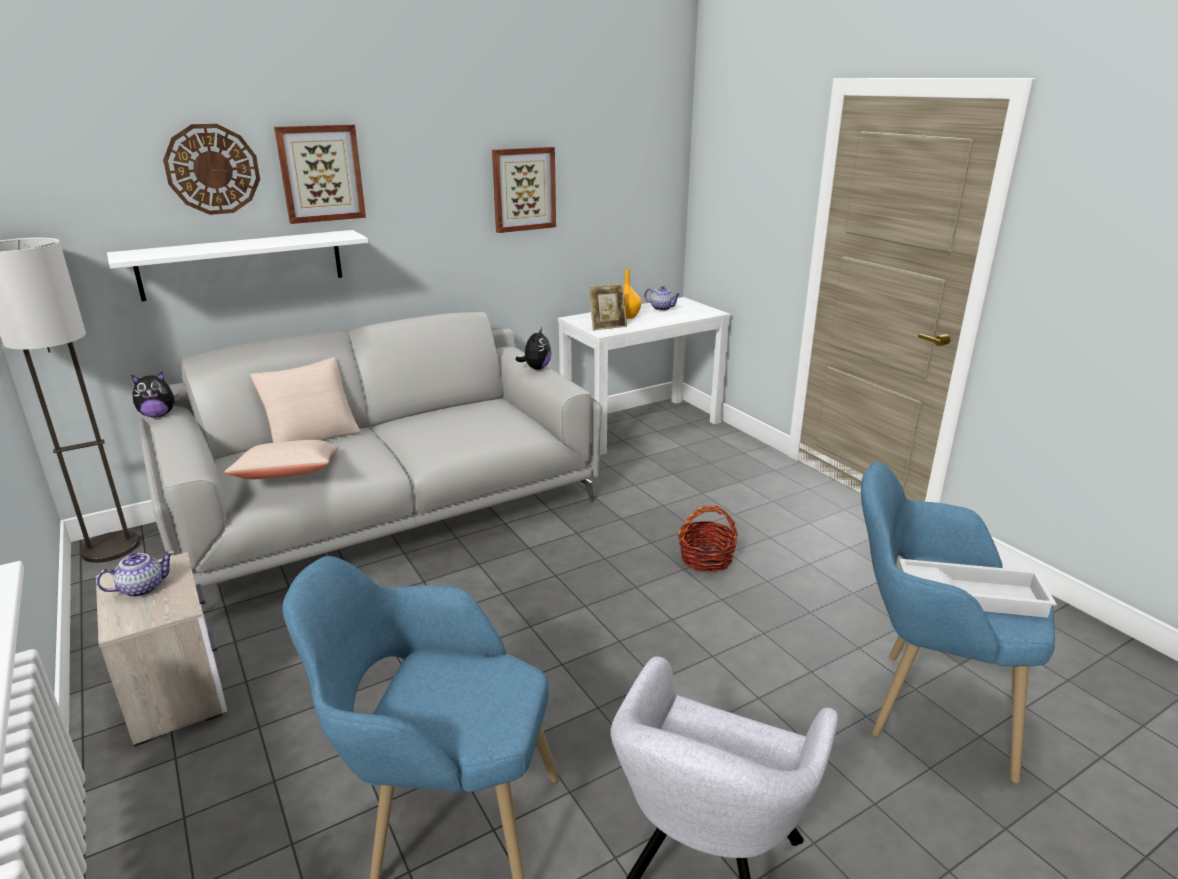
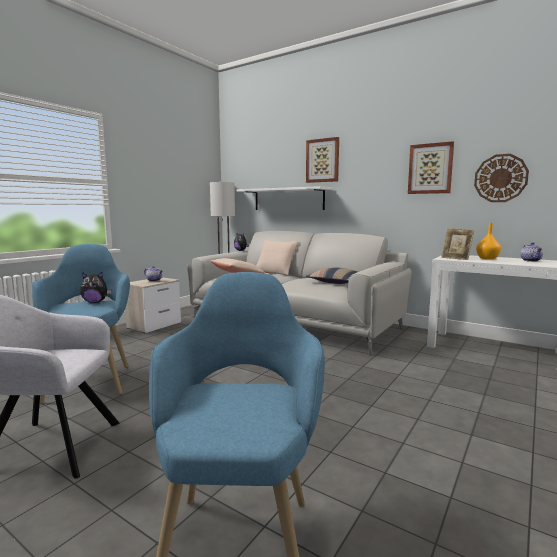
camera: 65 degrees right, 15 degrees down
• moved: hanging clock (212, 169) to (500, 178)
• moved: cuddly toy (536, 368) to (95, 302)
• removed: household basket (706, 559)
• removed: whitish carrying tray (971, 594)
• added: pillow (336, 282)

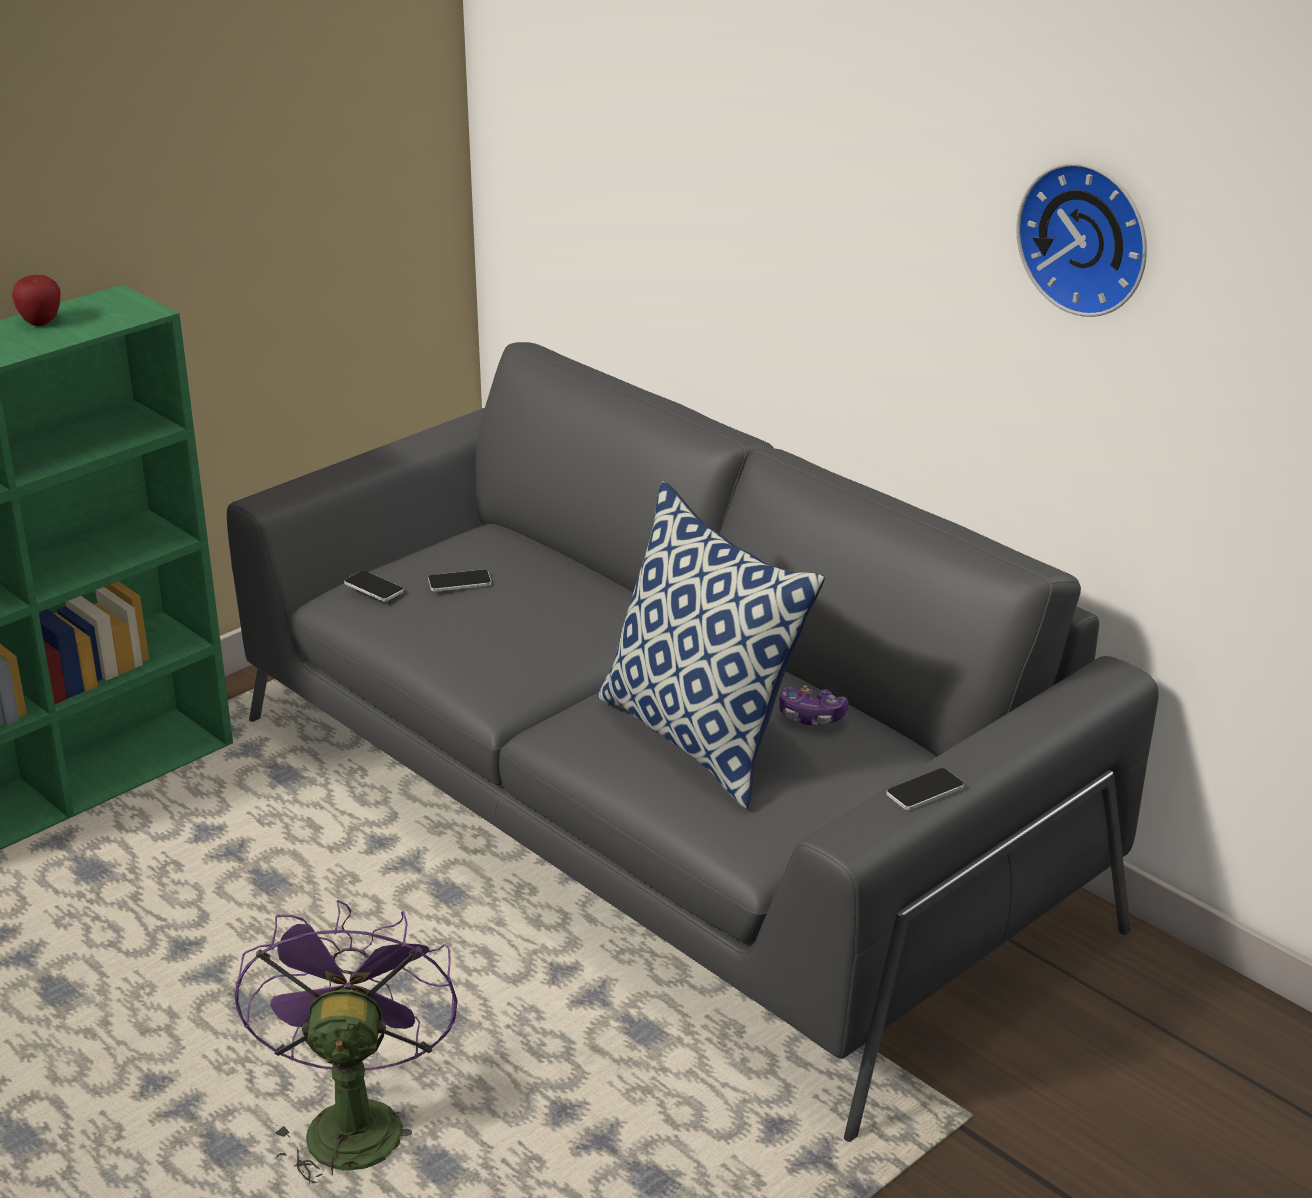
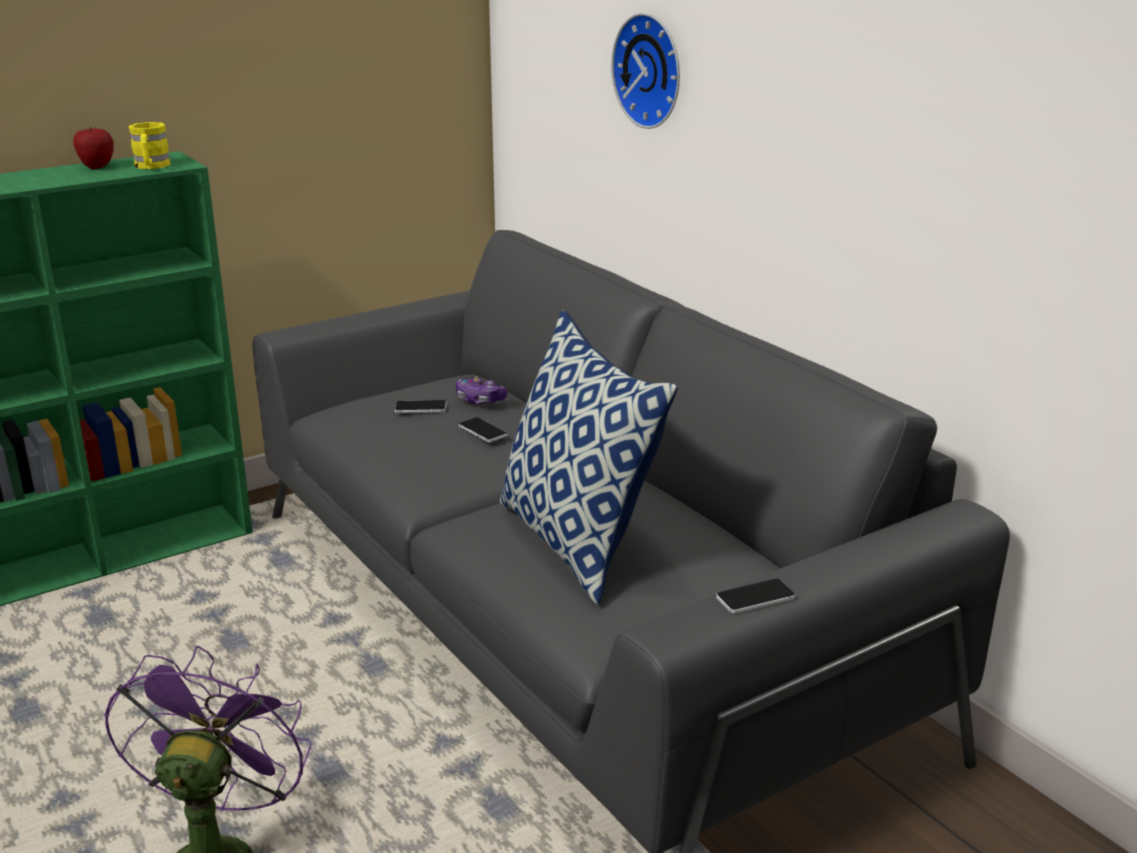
camera: 10 degrees right, 5 degrees down
• moved: hanging clock (1088, 237) to (652, 70)
• moved: telephone (373, 587) to (482, 431)
• moved: game controller (811, 716) to (480, 400)
• added: yellowish mug (151, 167)

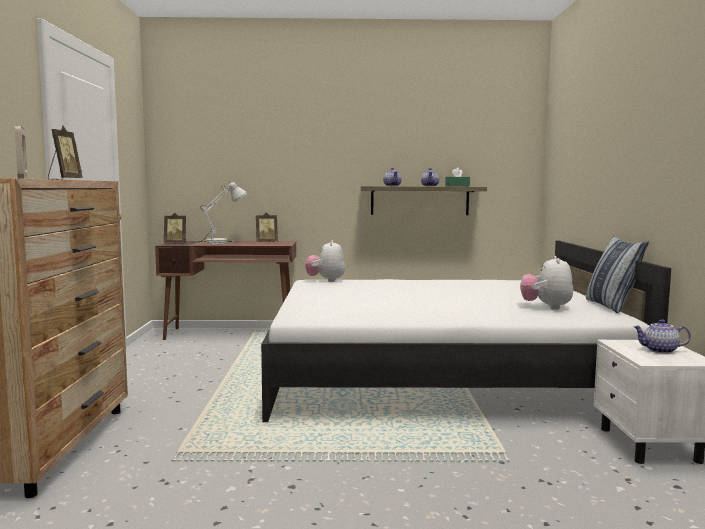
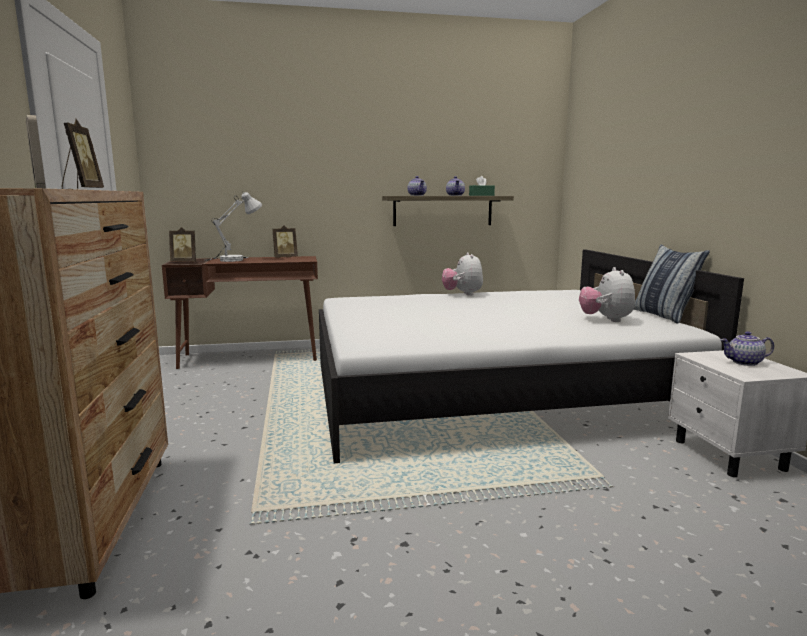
camera: 10 degrees left, 5 degrees up
• moved: cuddly toy (326, 280) to (462, 294)

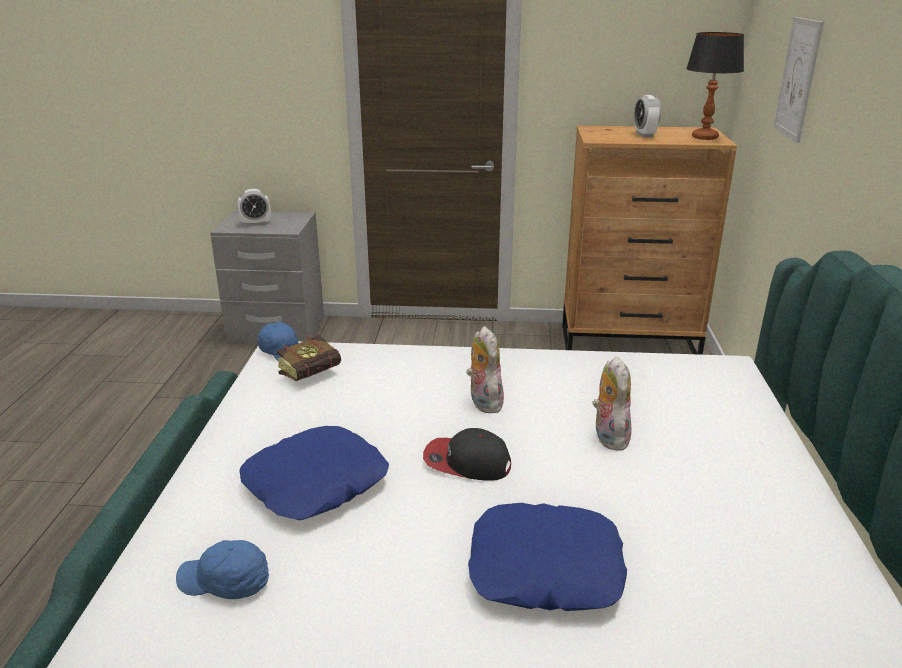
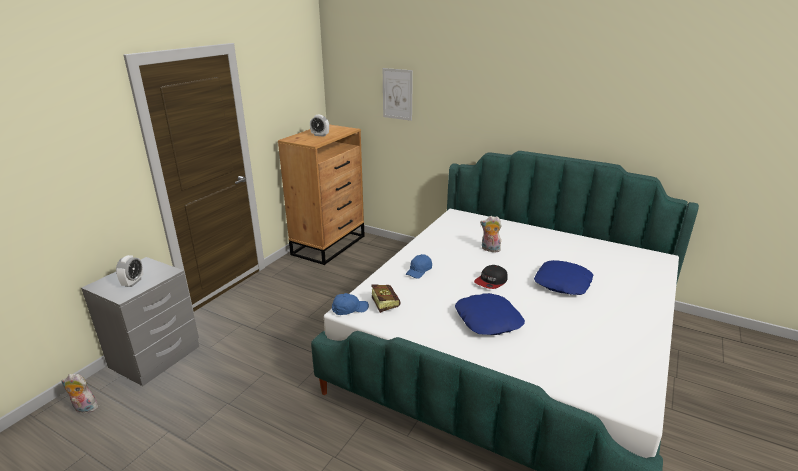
camera: 65 degrees left, 0 degrees up
• removed: tabletop lamp (704, 137)
• moved: cuddly toy (483, 402) to (84, 409)
• moved: bluish baseball cap (225, 583) to (419, 271)

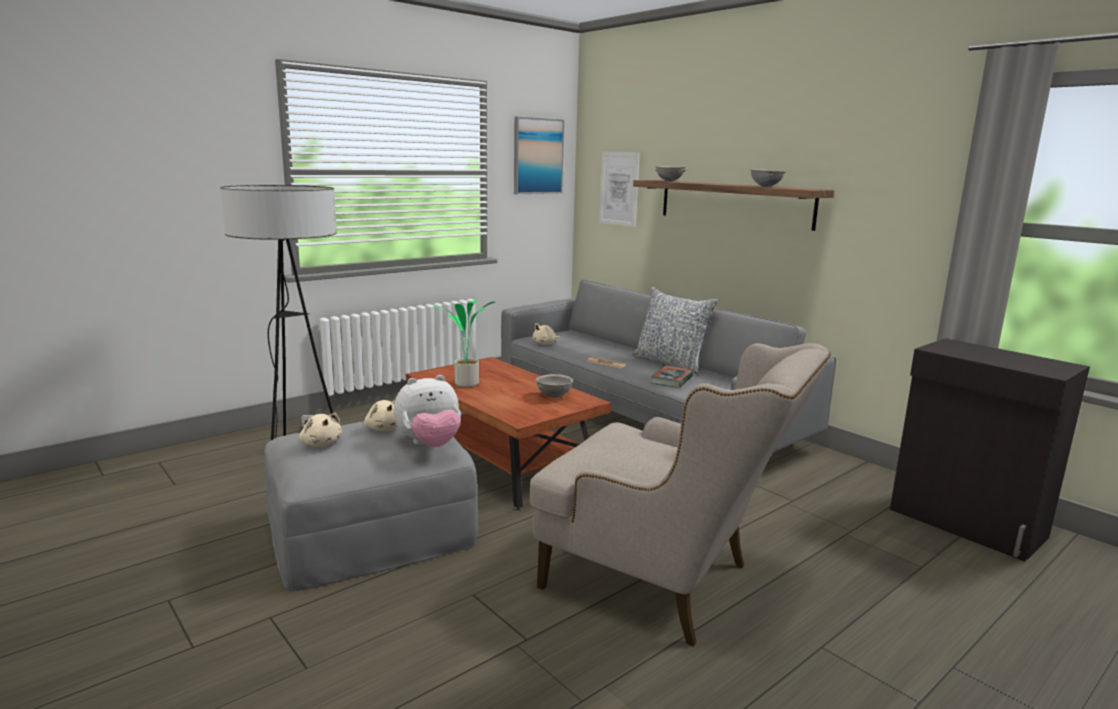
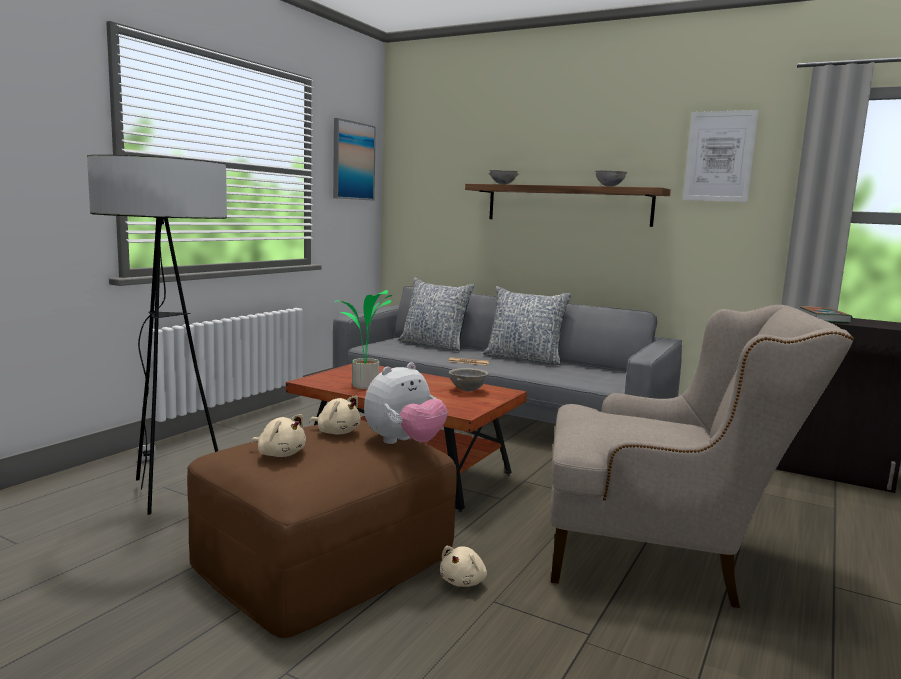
camera: 20 degrees left, 5 degrees down
• moved: wall picture (619, 188) to (719, 156)
• moved: beige cuddly toy (545, 344) to (464, 581)
• moved: book (672, 380) to (824, 318)
• recoloured: gray ottoman (371, 532) to brown ottoman (324, 558)
• added: pillow (434, 345)

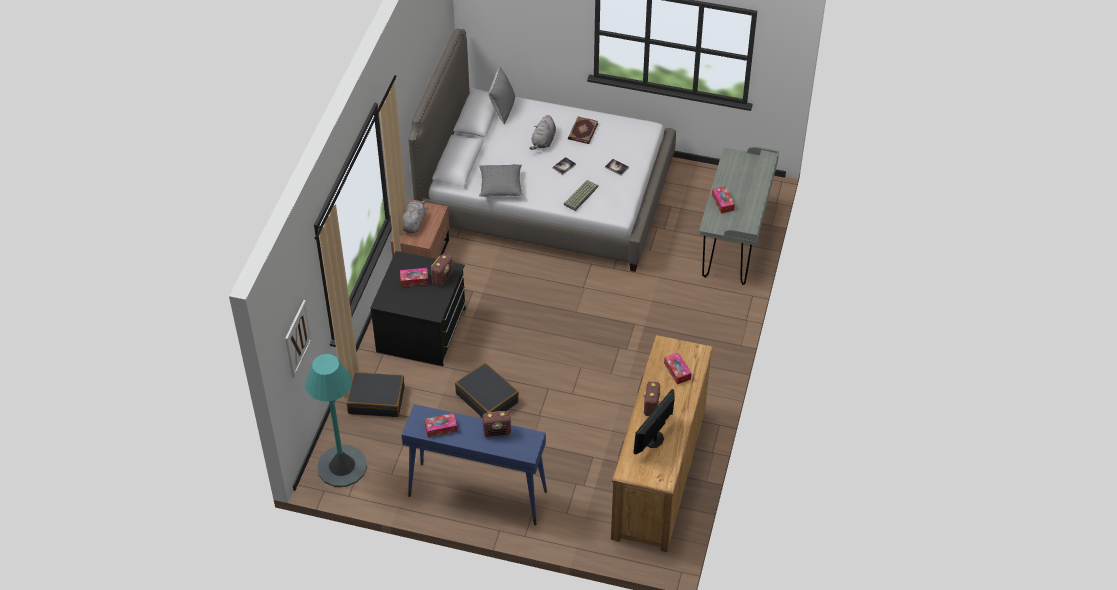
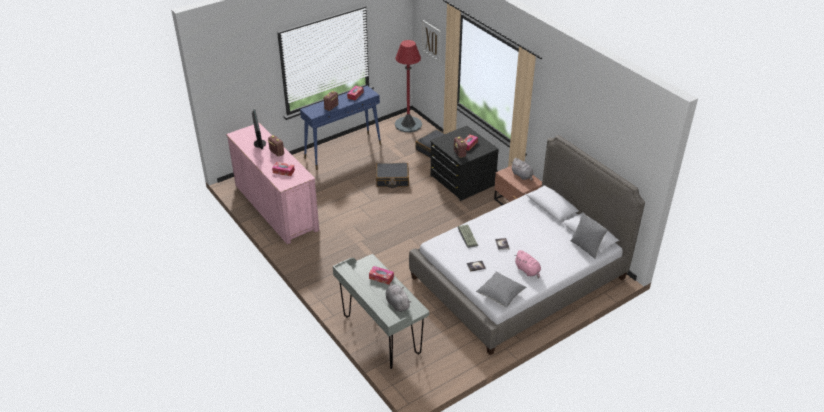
camera: 130 degrees right, 10 degrees down
• moved: gray cuddly toy (543, 141) to (397, 303)
• replaced: book (582, 131) to pinkish cuddly toy (528, 271)
• moved: gray pillow (501, 187) to (500, 295)
• recoloured: brown chest of drawers (659, 473) to pinkish chest of drawers (276, 207)
• recoloured: blue-green standard lamp (342, 466) to reddish standard lamp (408, 124)

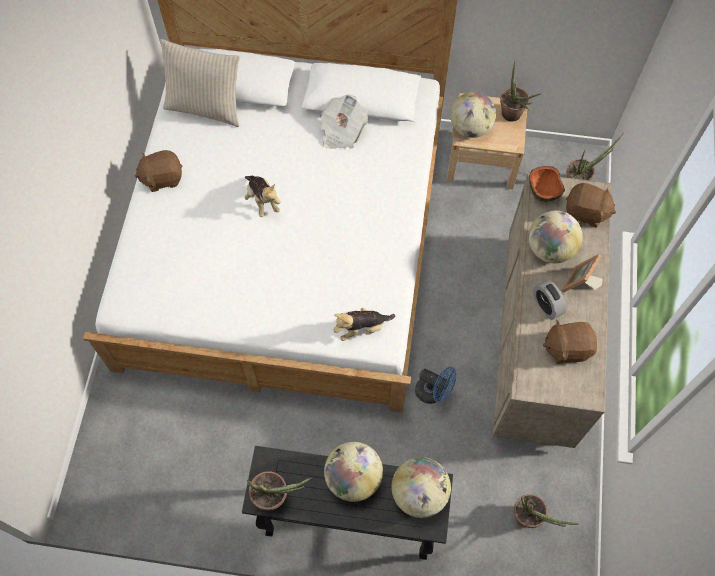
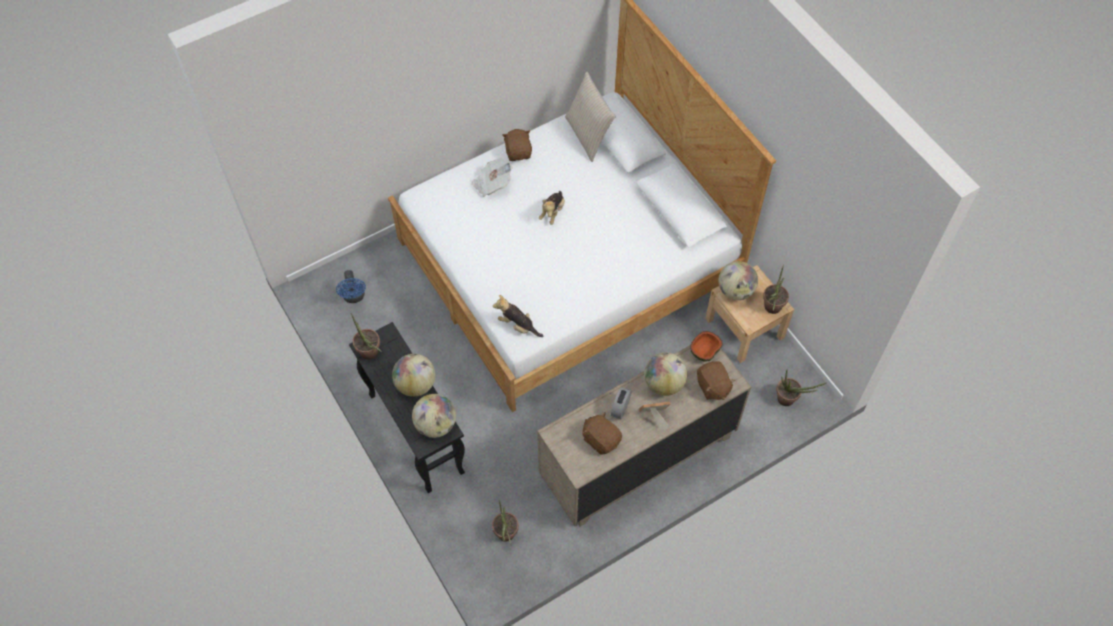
camera: 50 degrees right, 5 degrees down
• moved: printed paper (341, 131) to (492, 183)
• turned: brown cuddly toy (162, 178) = (518, 152) 45 degrees clockwise
• moved: bluish cooling fan (433, 392) to (354, 297)

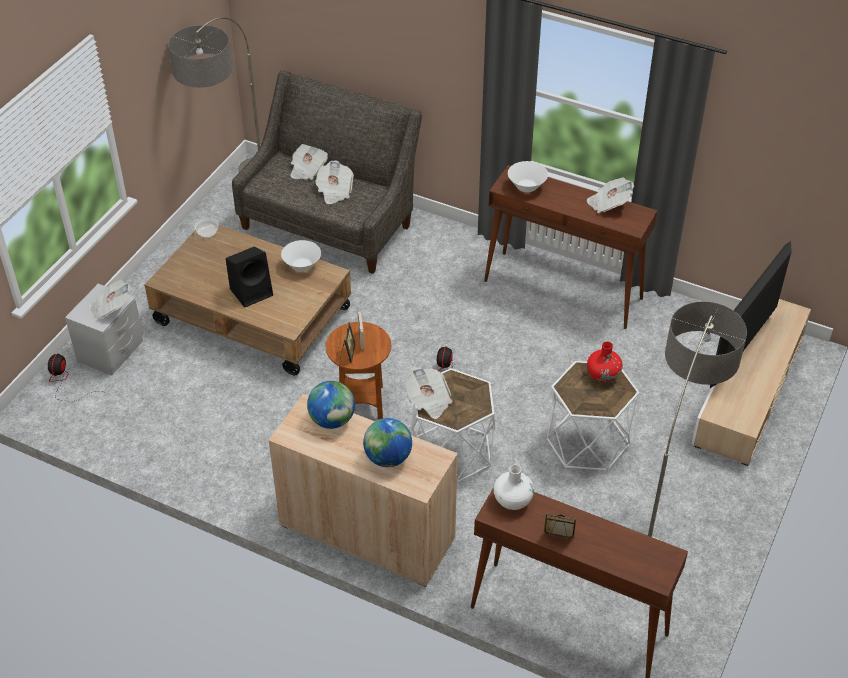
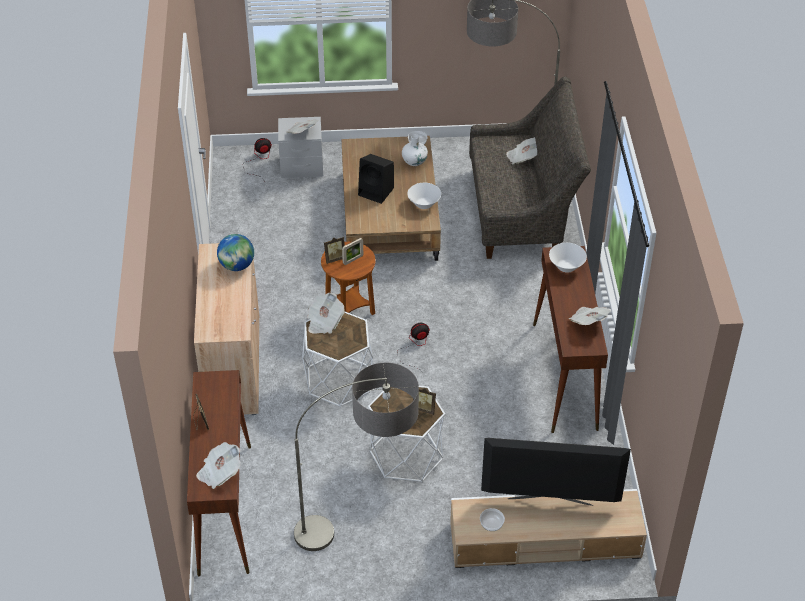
camera: 60 degrees right, 0 degrees up
• moved: printed paper (334, 191) to (219, 473)
• replaced: reddish vase (603, 375) to picture frame (424, 408)
• removed: desk globe (388, 458)
• moved: whitish vase (512, 500) to (414, 161)
• added: deep dish (491, 523)

